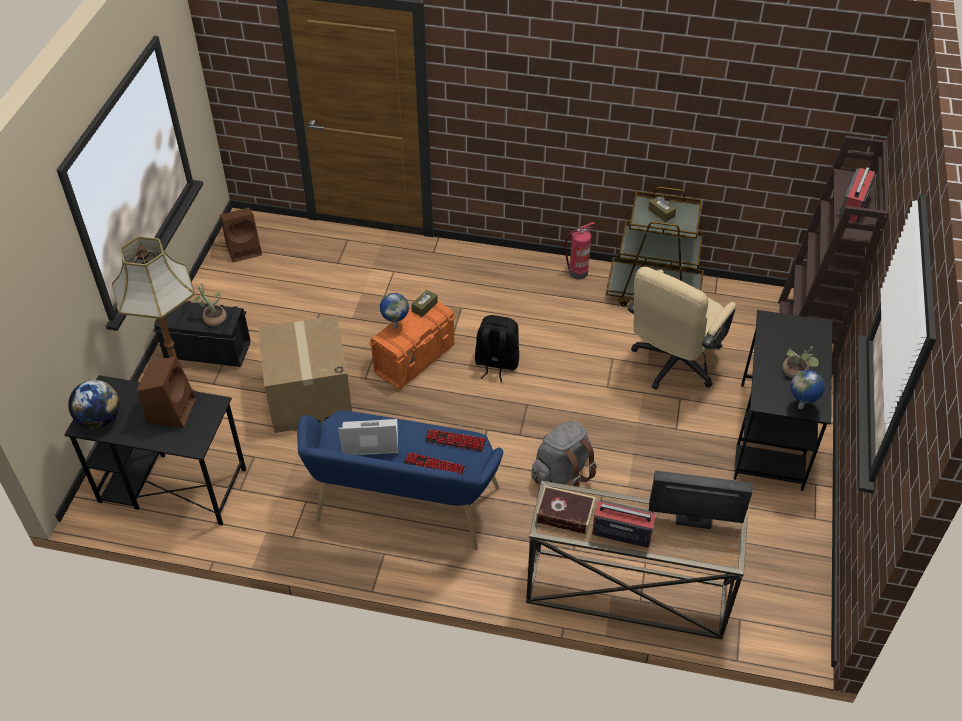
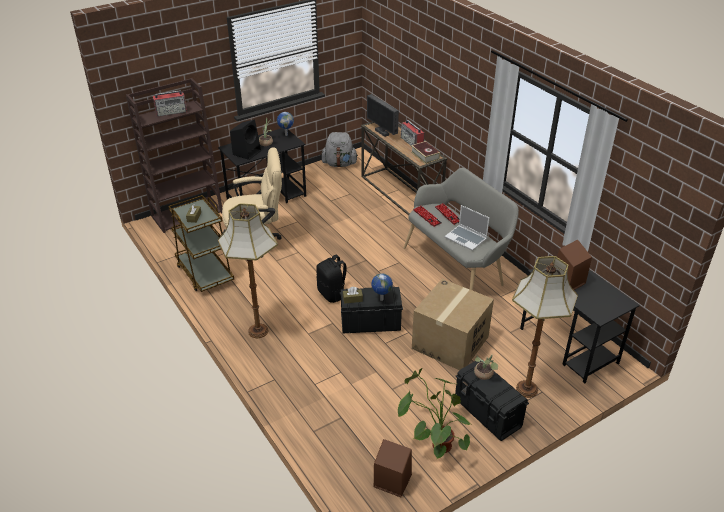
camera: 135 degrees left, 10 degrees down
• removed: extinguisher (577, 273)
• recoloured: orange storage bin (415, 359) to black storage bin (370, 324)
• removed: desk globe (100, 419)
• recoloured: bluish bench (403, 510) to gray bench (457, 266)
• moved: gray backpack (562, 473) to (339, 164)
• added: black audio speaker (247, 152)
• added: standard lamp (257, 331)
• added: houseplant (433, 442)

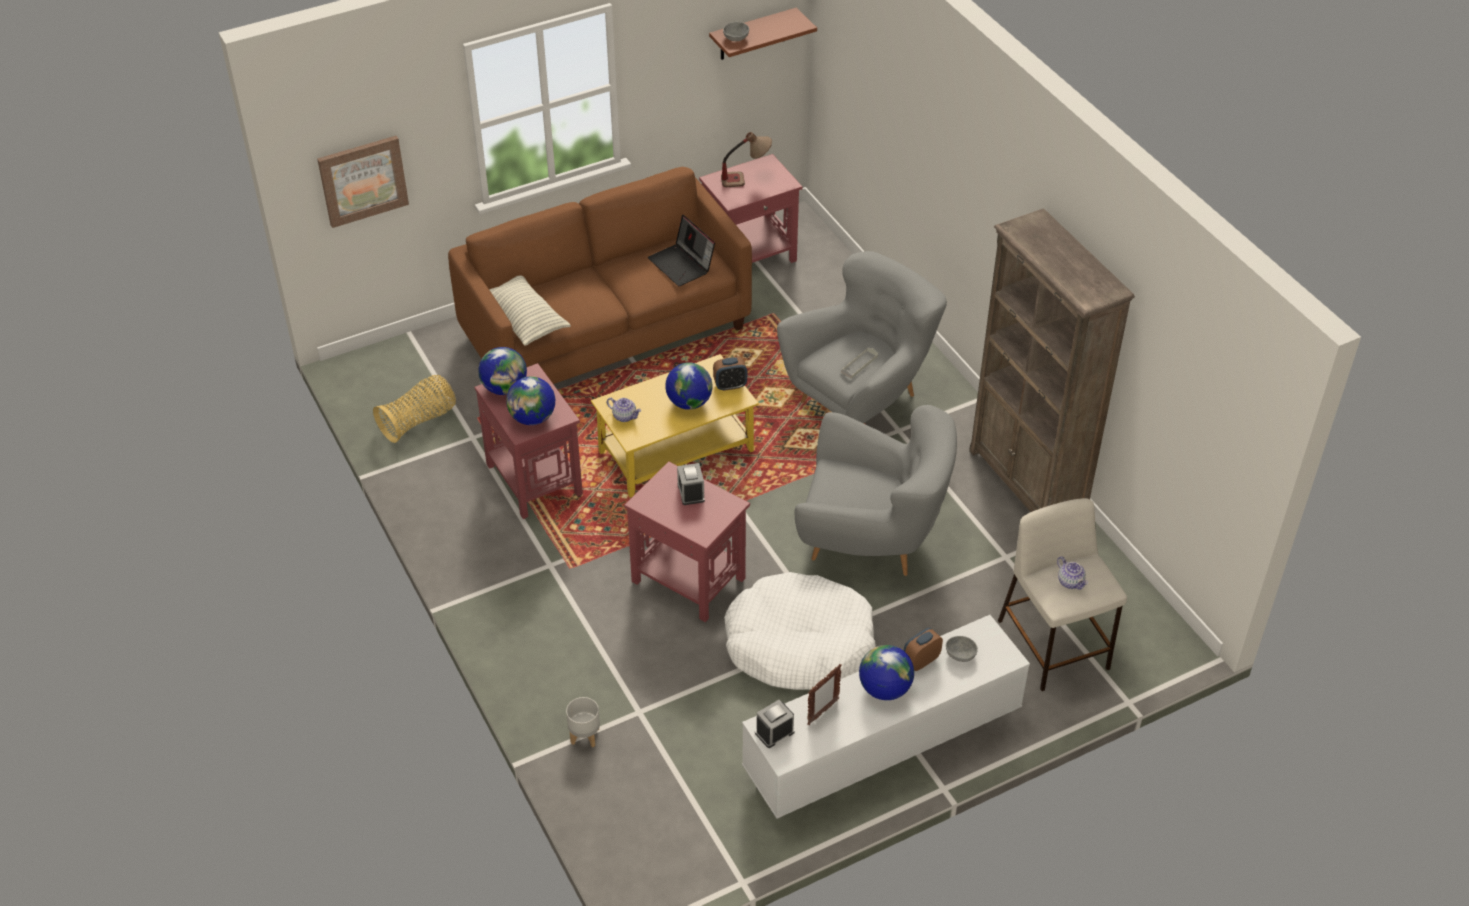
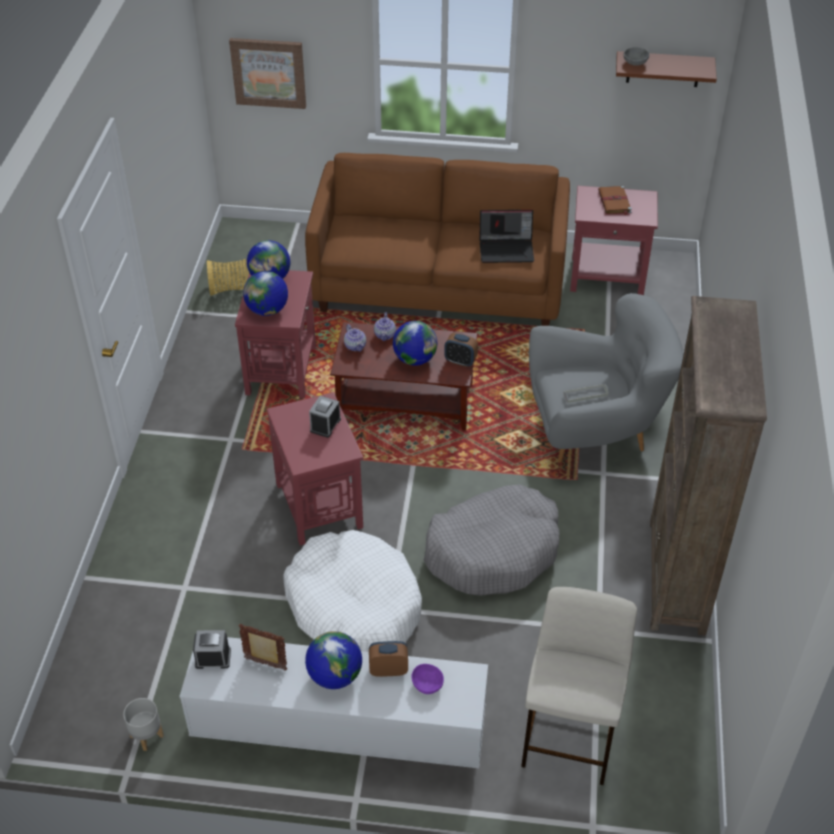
camera: 35 degrees right, 0 degrees up
• replaced: tabletop lamp (746, 179) to brown book (614, 202)
• turned: laptop (682, 265) = (507, 249) 90 degrees counterclockwise
• removed: pillow (524, 320)
• recoloured: yellowish low table (677, 450) to brown low table (406, 400)
• replaced: gray armchair (870, 539) to gray pet bed (493, 551)
• moved: tea pot (1071, 582) to (385, 335)
• recoloured: gray deep dish (960, 654) to purplish deep dish (427, 684)
• turned: picture frame (822, 712) = (266, 664) 150 degrees counterclockwise
• moved: gray flower pot (584, 736) to (146, 735)

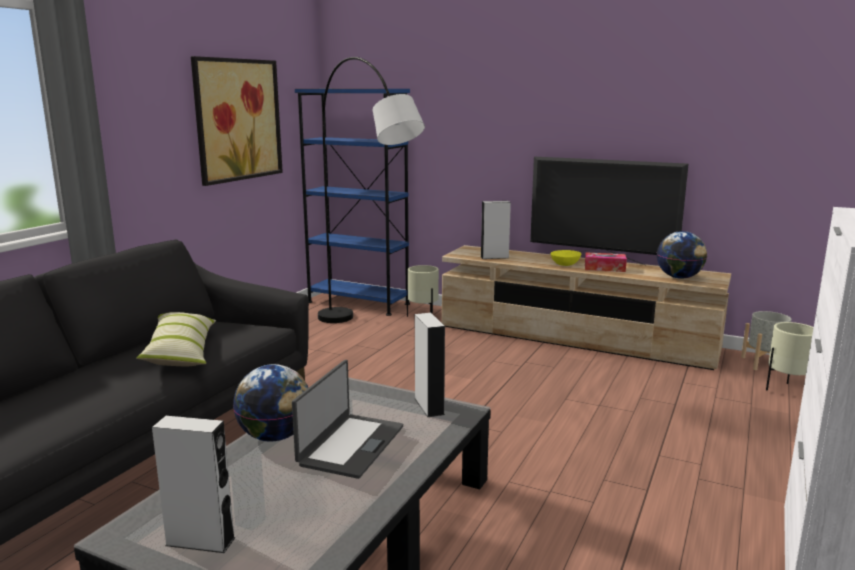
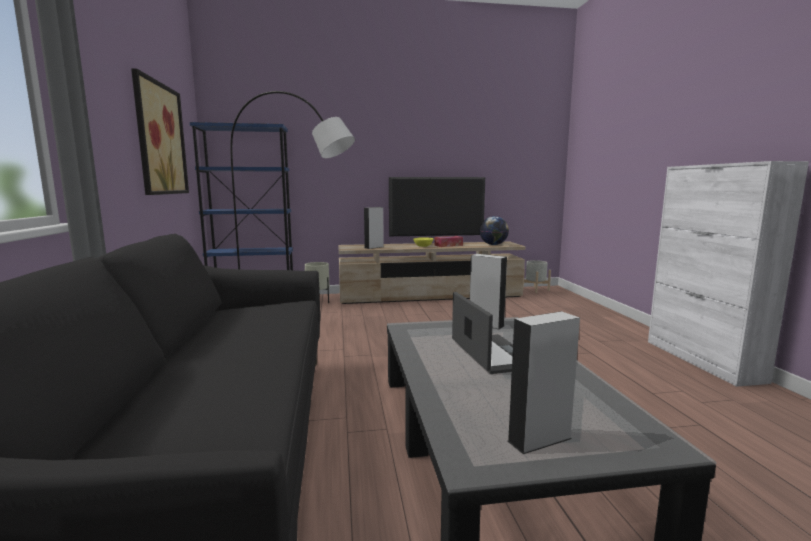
camera: 35 degrees left, 5 degrees down
• removed: pillow (181, 352)
• removed: beige flower pot (787, 391)
• removed: desk globe (275, 437)

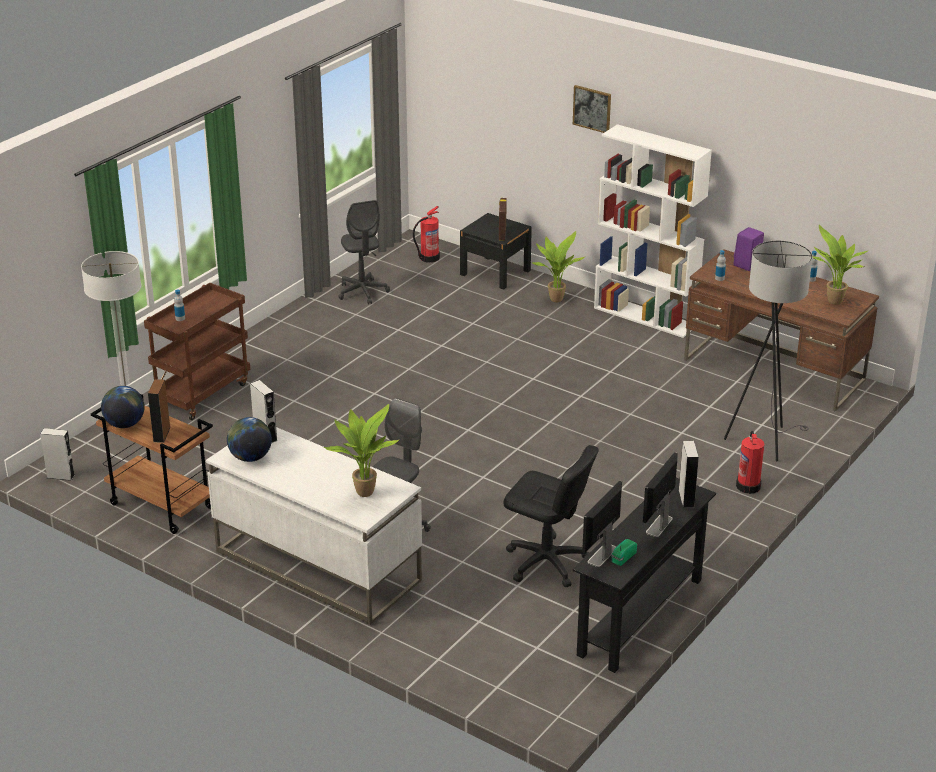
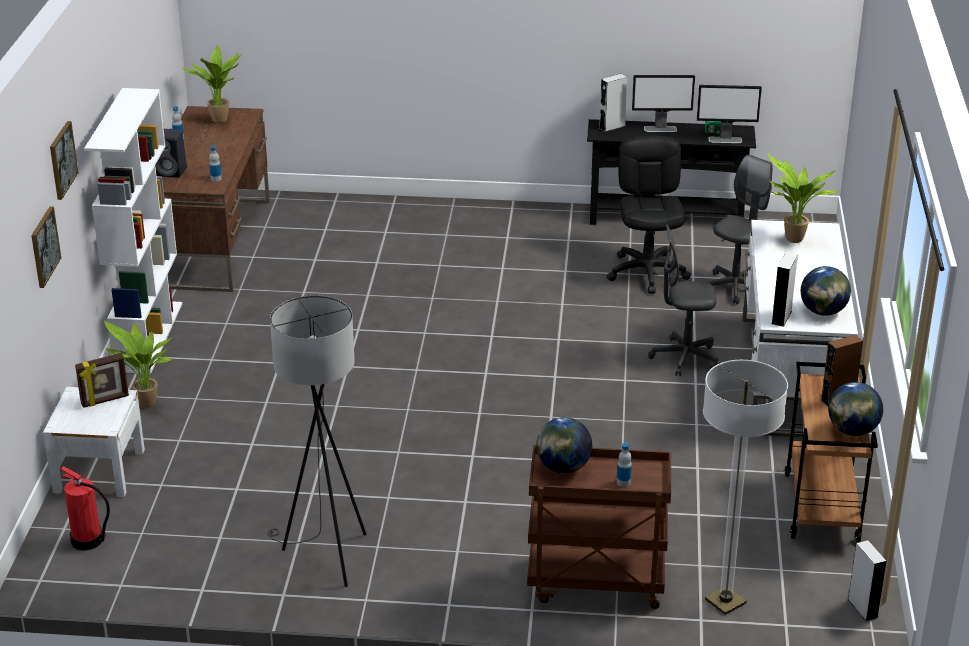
camera: 120 degrees left, 0 degrees up
• moved: gray desk chair (362, 292) to (735, 287)
• recoloured: black nightstand (495, 272) to whitish nightstand (99, 471)
• recoloured: purplish audio speaker (747, 265) to black audio speaker (172, 172)
• moved: gray standard lamp (763, 440) to (324, 556)
• removed: extinguisher (748, 485)
• added: wall picture (44, 246)
• added: desk globe (563, 467)

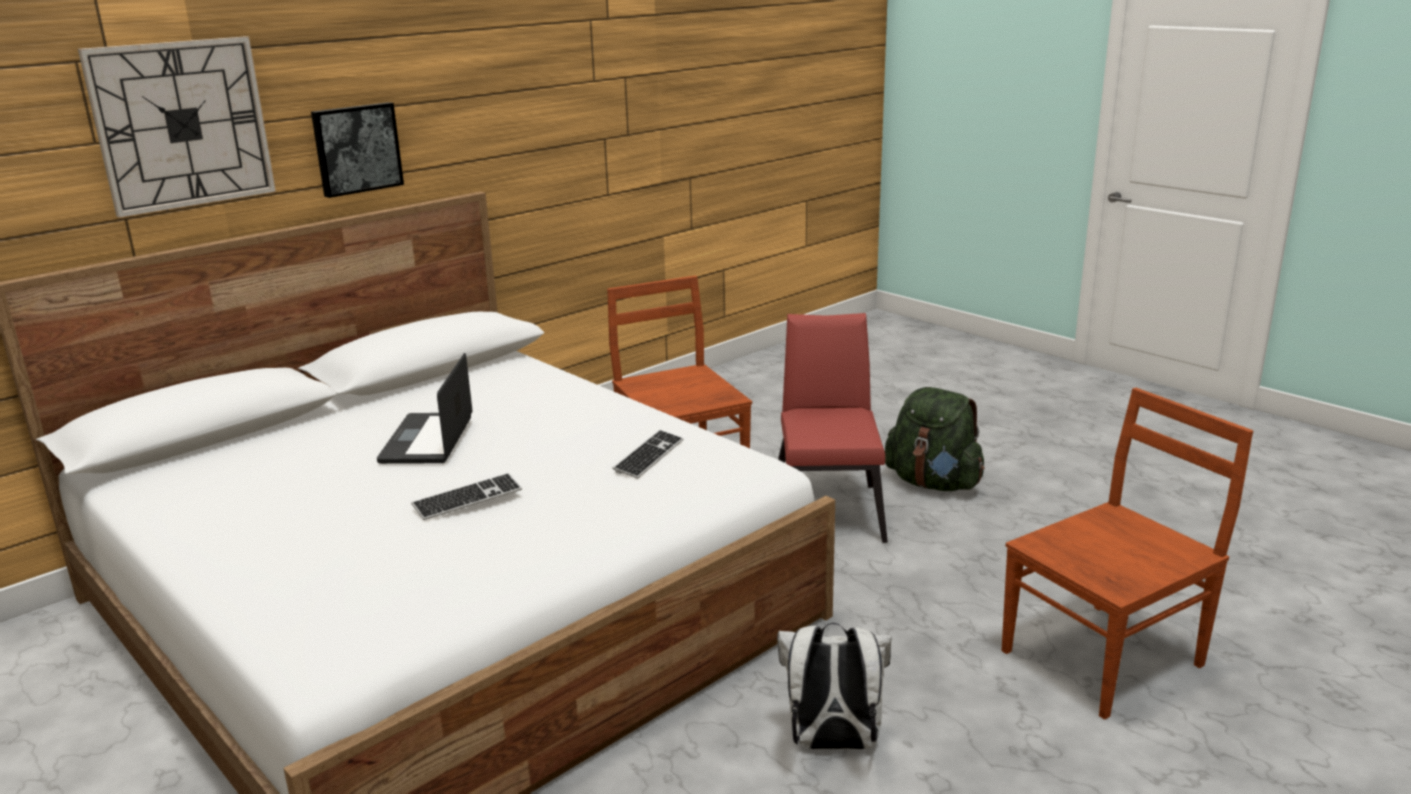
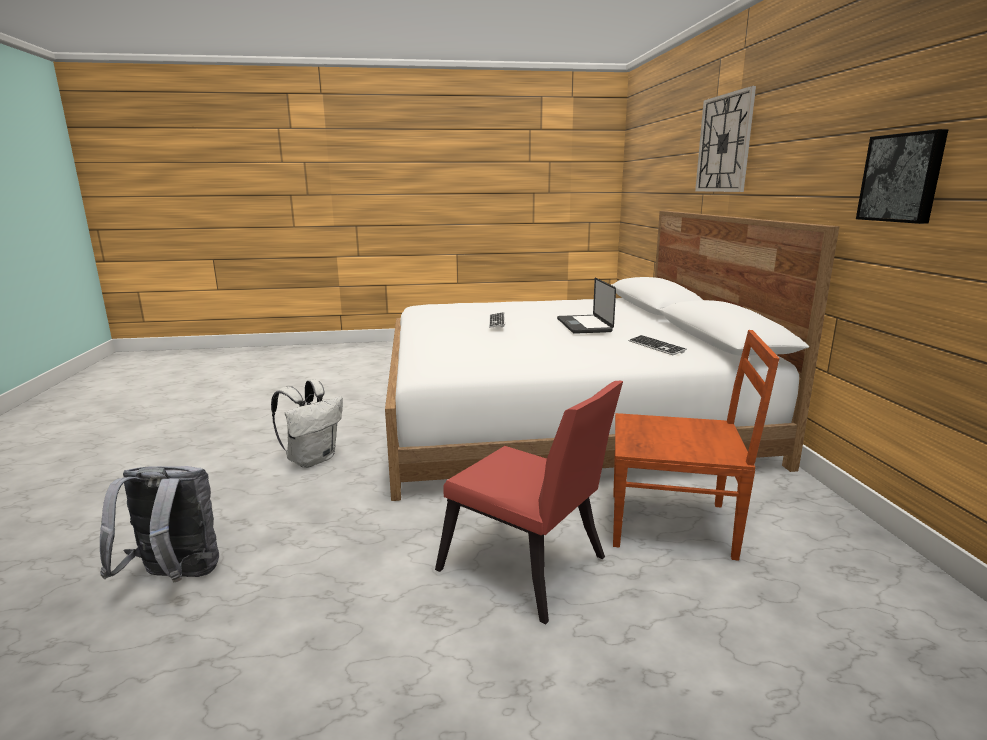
camera: 125 degrees right, 5 degrees down
• moved: wall picture (356, 148) to (902, 178)
• turned: laptop (427, 440) = (584, 325) 135 degrees counterclockwise
• removed: greenish backpack (933, 483)
• replaced: brown upright chair (1105, 656) to gray backpack (175, 578)
• moved: computer keyboard (649, 456) to (656, 347)

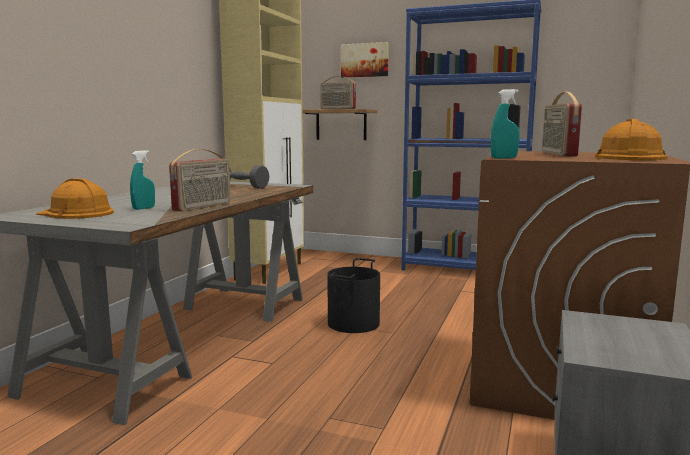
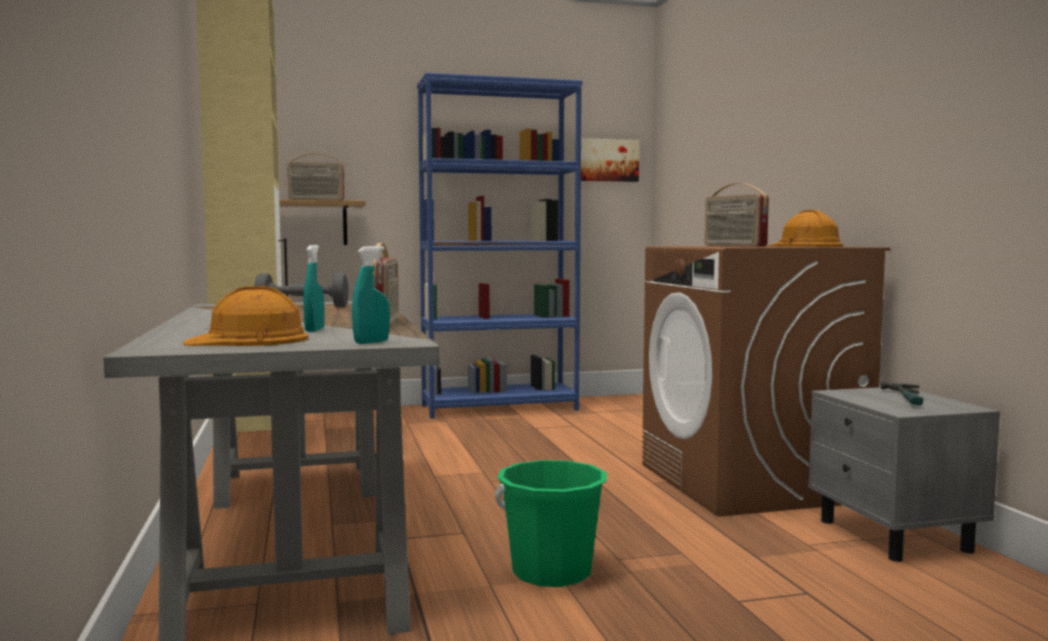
camera: 35 degrees left, 5 degrees down
• moved: wall picture (365, 60) to (607, 160)
• moved: blue-green hand sprayer (504, 158) to (371, 342)
• removed: black bucket (354, 323)
• added: tool hammer (907, 399)
• added: greenish bucket (552, 572)

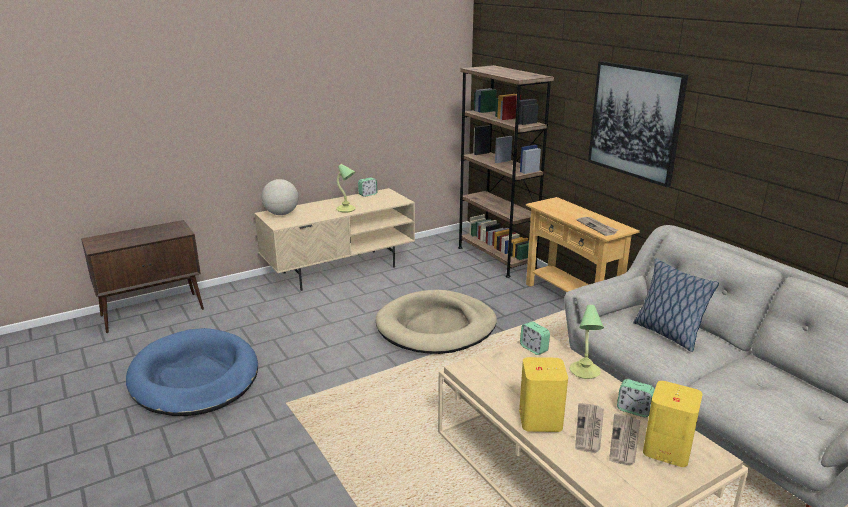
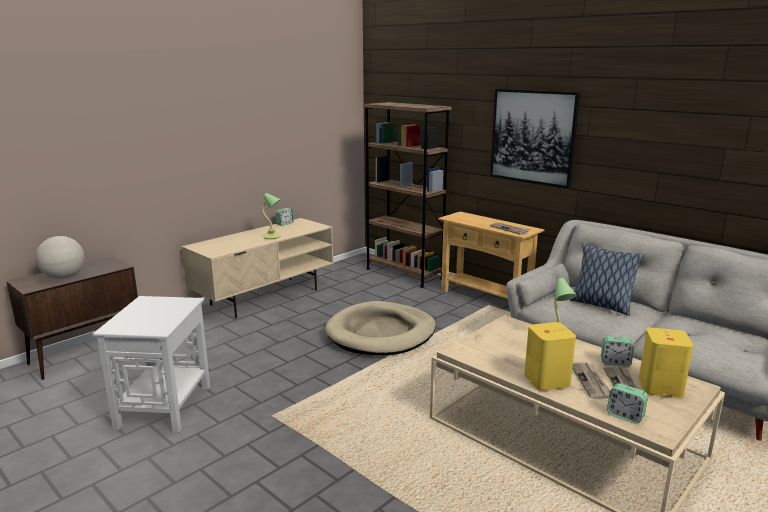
camera: 15 degrees left, 5 degrees down
• moved: desk globe (281, 214) to (63, 277)
• moved: table clock (534, 348) to (625, 416)
• replaced: bluish pet bed (195, 377) to whitish end table (163, 407)

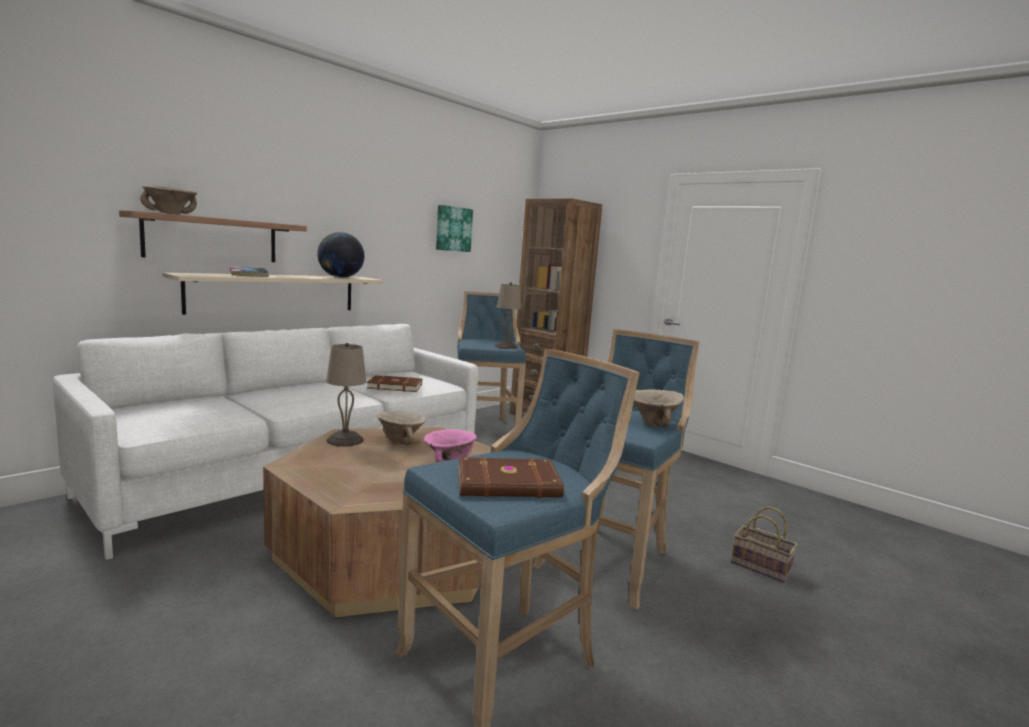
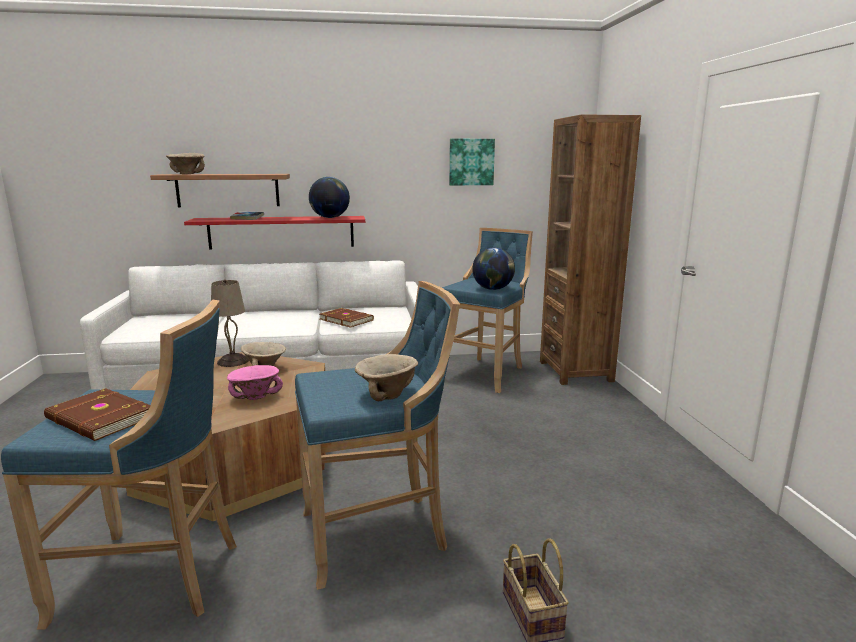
camera: 40 degrees right, 5 degrees up
• recoloured: beige shelf (275, 293) to reddish shelf (281, 232)
• replaced: beige tabletop lamp (506, 346) to desk globe (493, 289)

